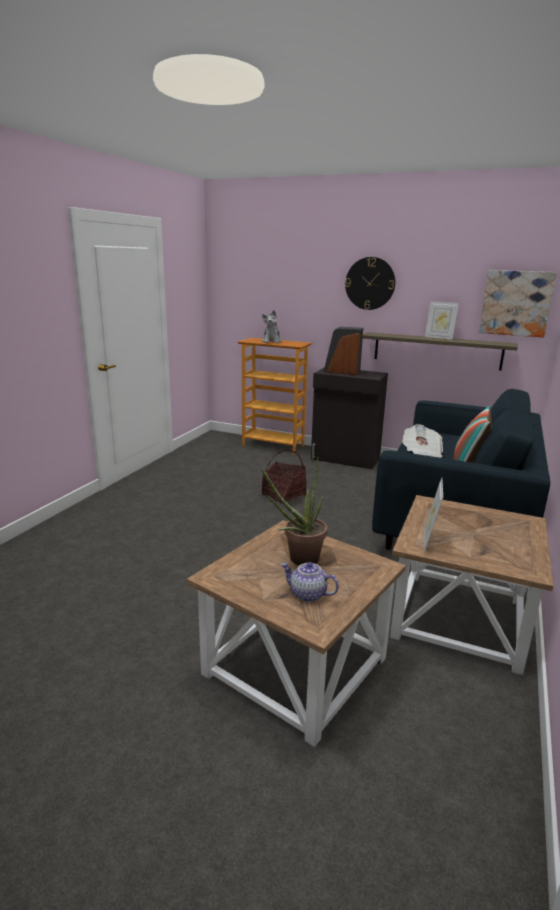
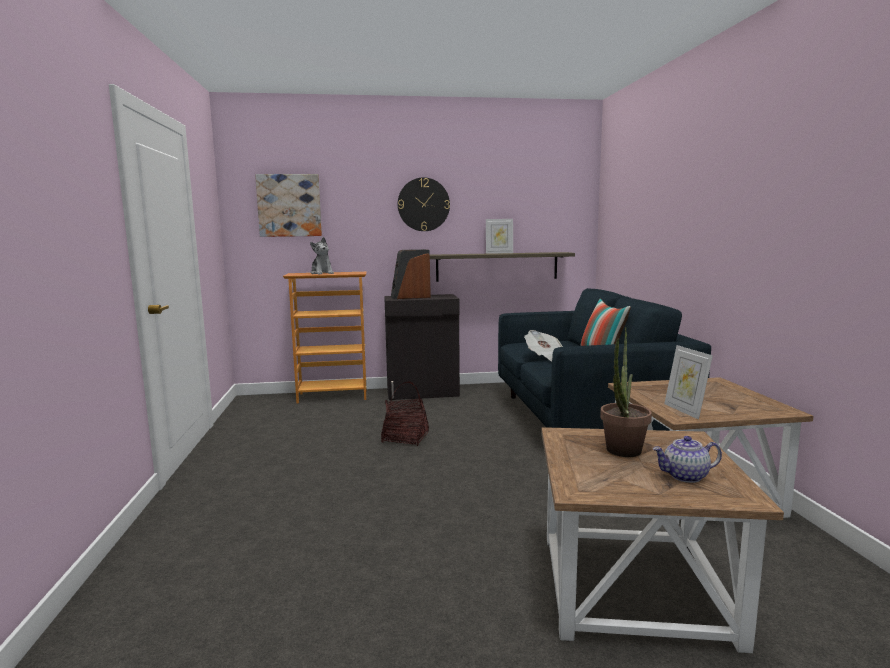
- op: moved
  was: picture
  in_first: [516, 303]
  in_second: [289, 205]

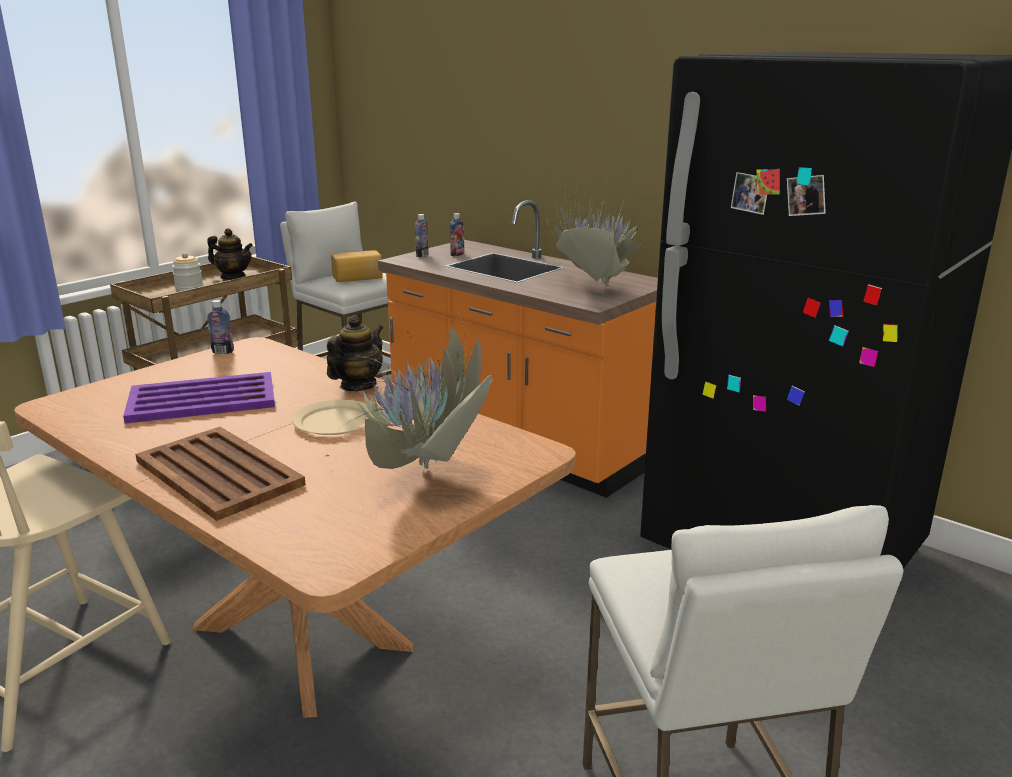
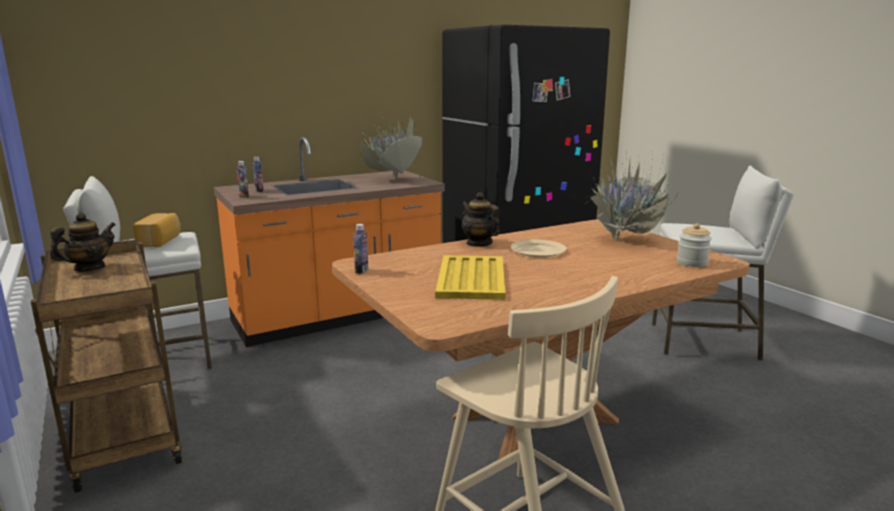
- op: moved
  was: jar
  in_first: [189, 289]
  in_second: [692, 263]
- op: recoloured
  was: tray in purple
  now: tray in yellow
  in_first: [201, 399]
  in_second: [471, 278]
- op: removed
  was: tray in brown
  in_first: [219, 474]

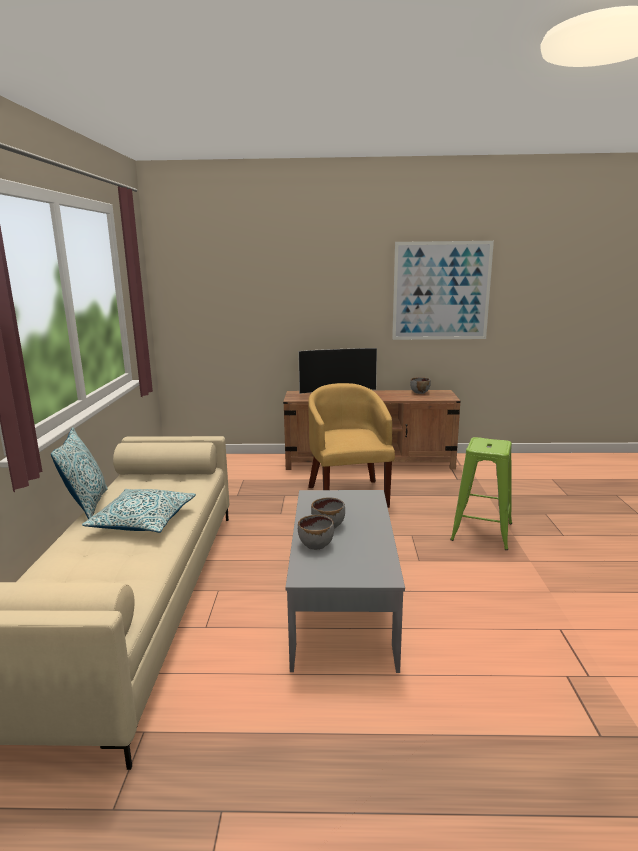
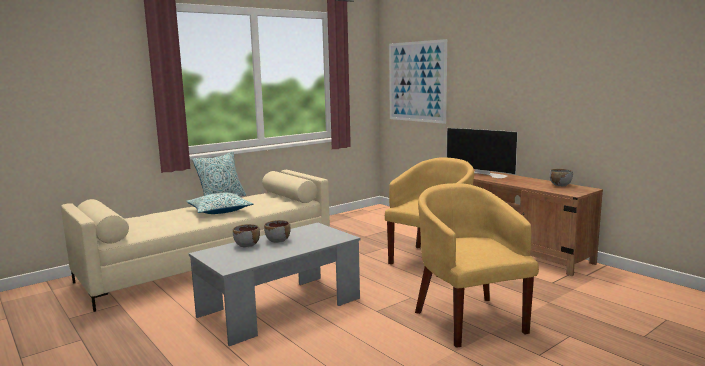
- op: moved
  was: picture
  in_first: [441, 291]
  in_second: [416, 81]
- op: replaced
  was: stool in green
  now: armchair in yellow
  in_first: [481, 532]
  in_second: [469, 319]

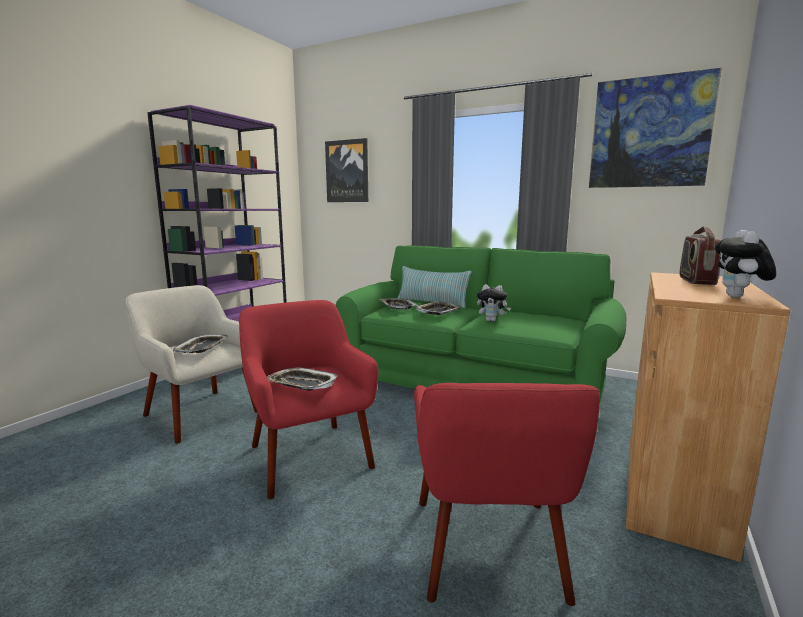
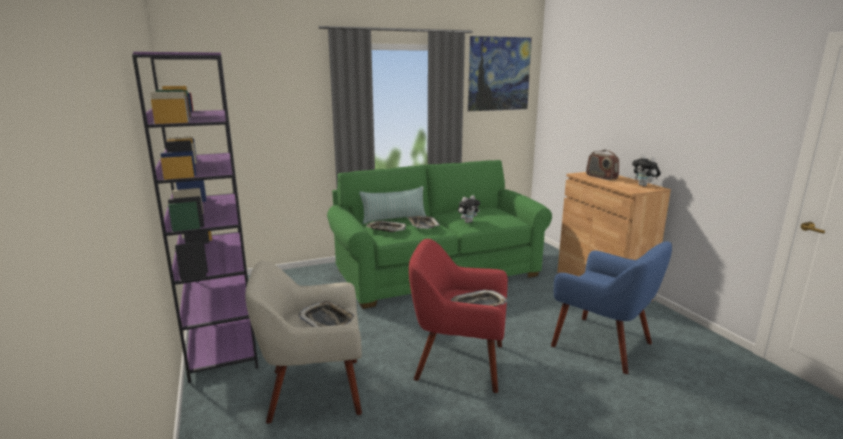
- op: removed
  was: picture
  in_first: [347, 171]
- op: recoloured
  was: armchair in red
  now: armchair in blue
  in_first: [488, 548]
  in_second: [603, 344]

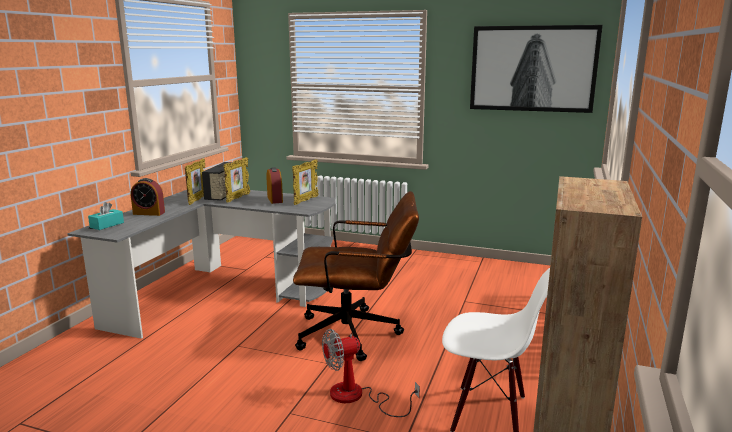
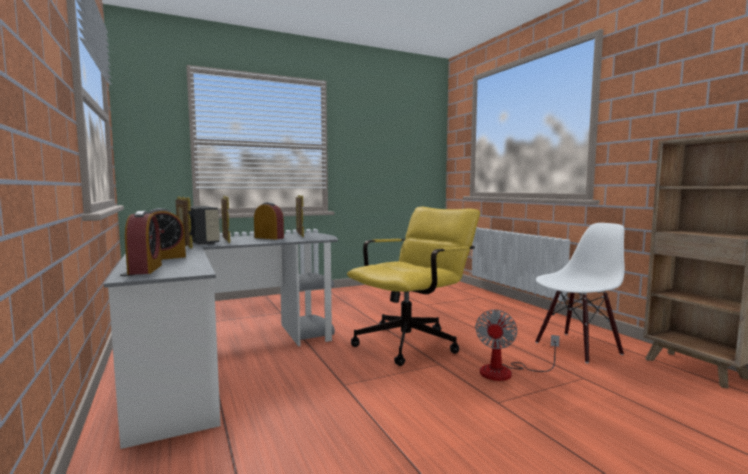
- op: removed
  was: picture
  in_first: [532, 68]
- op: recoloured
  was: office chair in brown
  now: office chair in yellow
  in_first: [357, 334]
  in_second: [413, 341]
- op: replaced
  was: tissue box in turquoise
  now: alarm clock
  in_first: [107, 225]
  in_second: [145, 269]

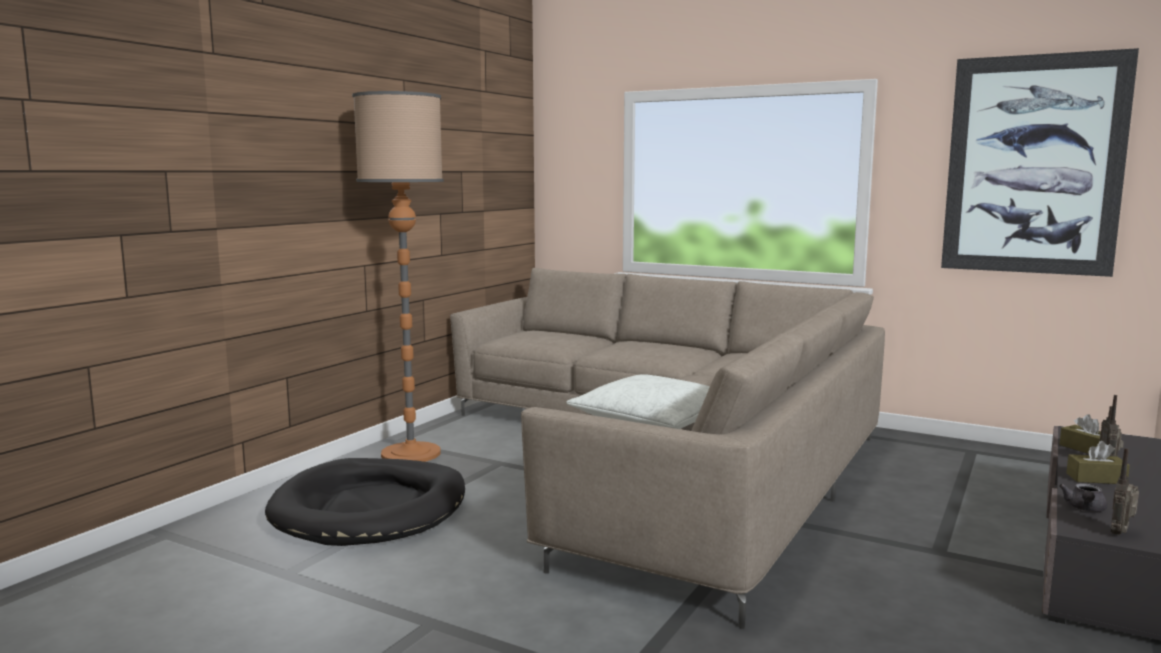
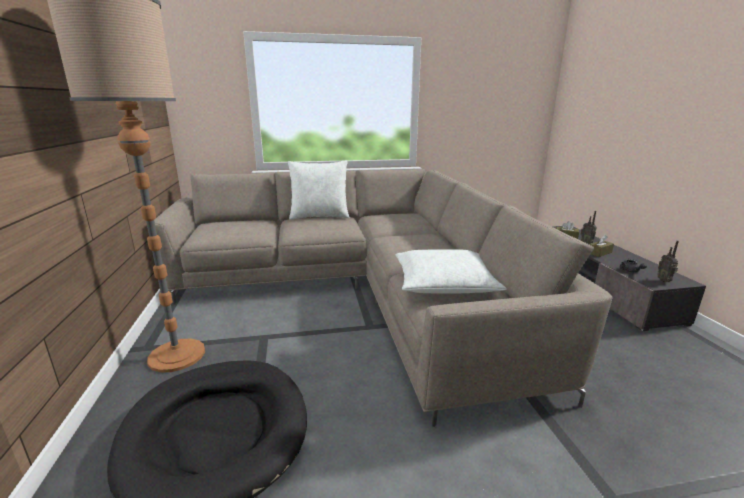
- op: removed
  was: picture
  in_first: [1033, 165]
- op: added
  now: pillow in white
  in_second: [319, 216]

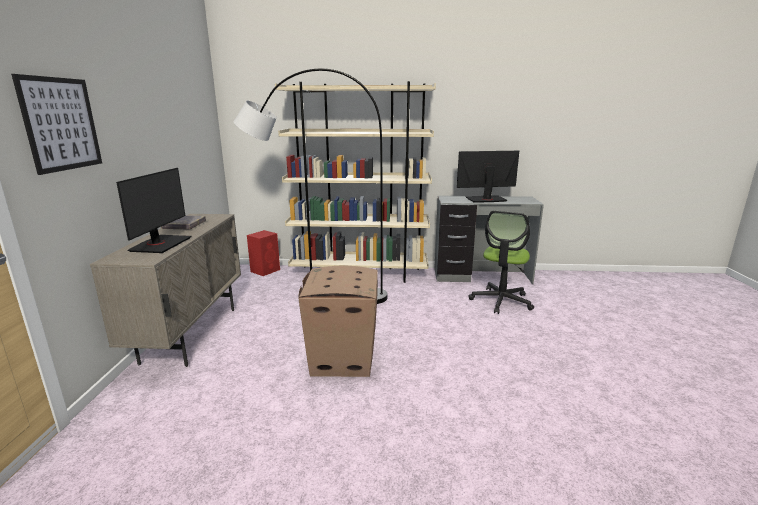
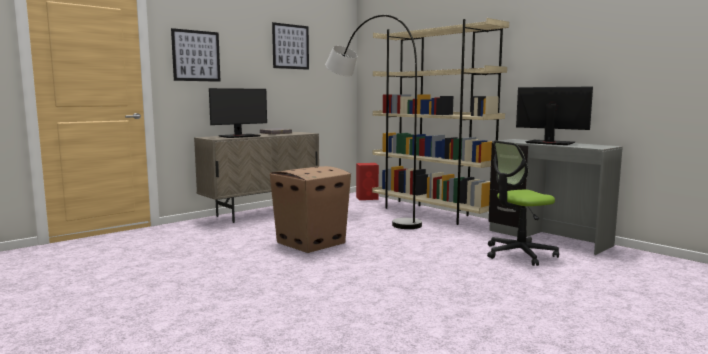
- op: added
  now: picture
  in_second: [290, 46]

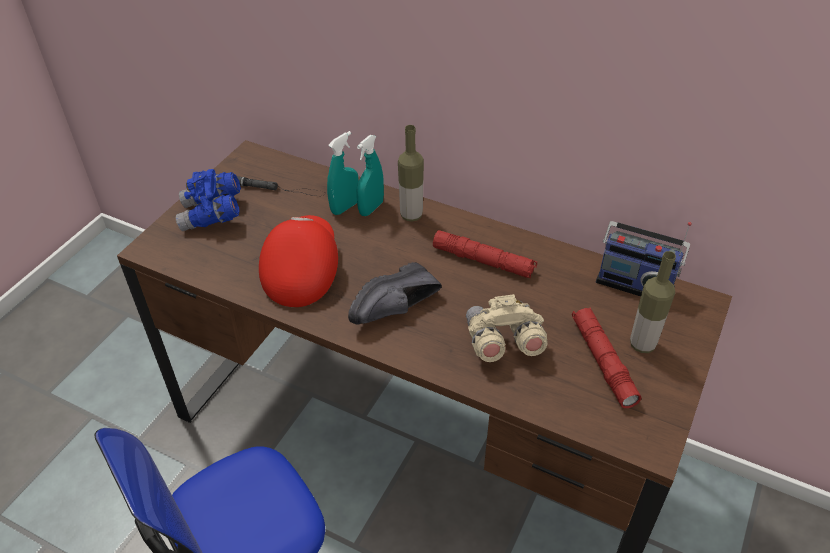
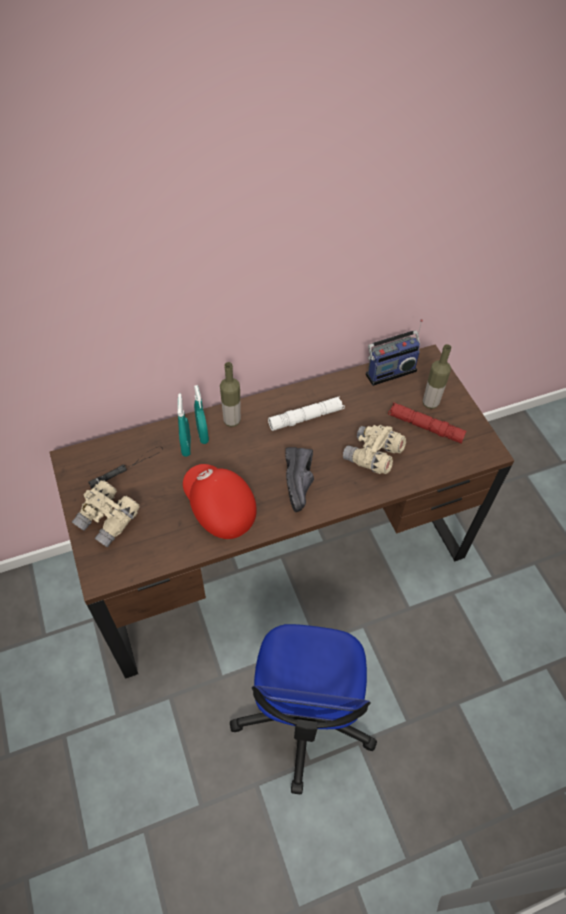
- op: recoloured
  was: binoculars in blue
  now: binoculars in beige
  in_first: [212, 215]
  in_second: [109, 520]
- op: recoloured
  was: flashlight in red
  now: flashlight in white
  in_first: [483, 261]
  in_second: [306, 417]

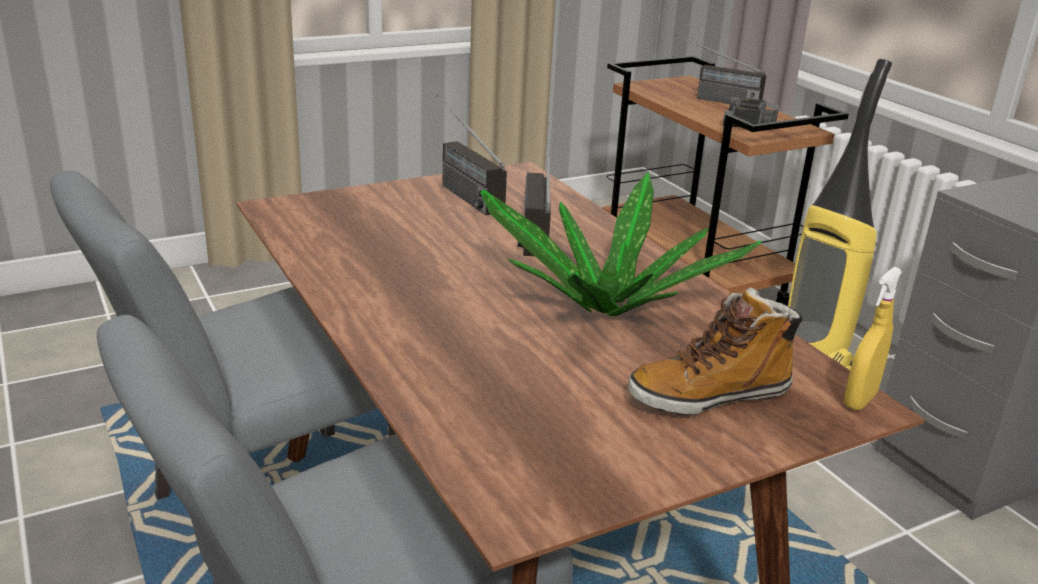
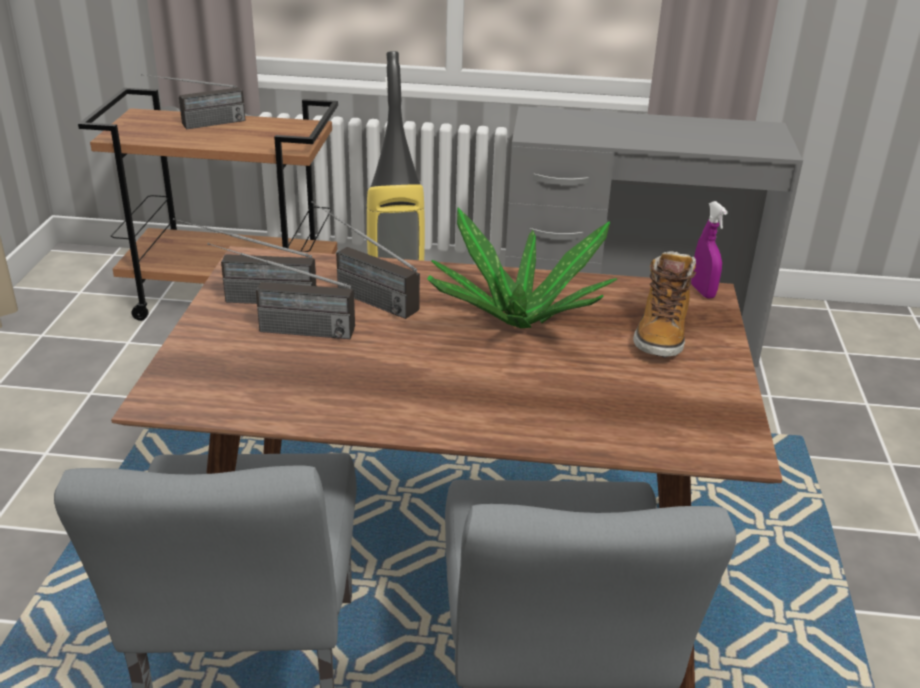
- op: removed
  was: binoculars in black
  in_first: [749, 121]
- op: recoloured
  was: spray bottle in yellow
  now: spray bottle in purple
  in_first: [859, 400]
  in_second: [702, 291]
- op: added
  now: radio
  in_second: [282, 329]

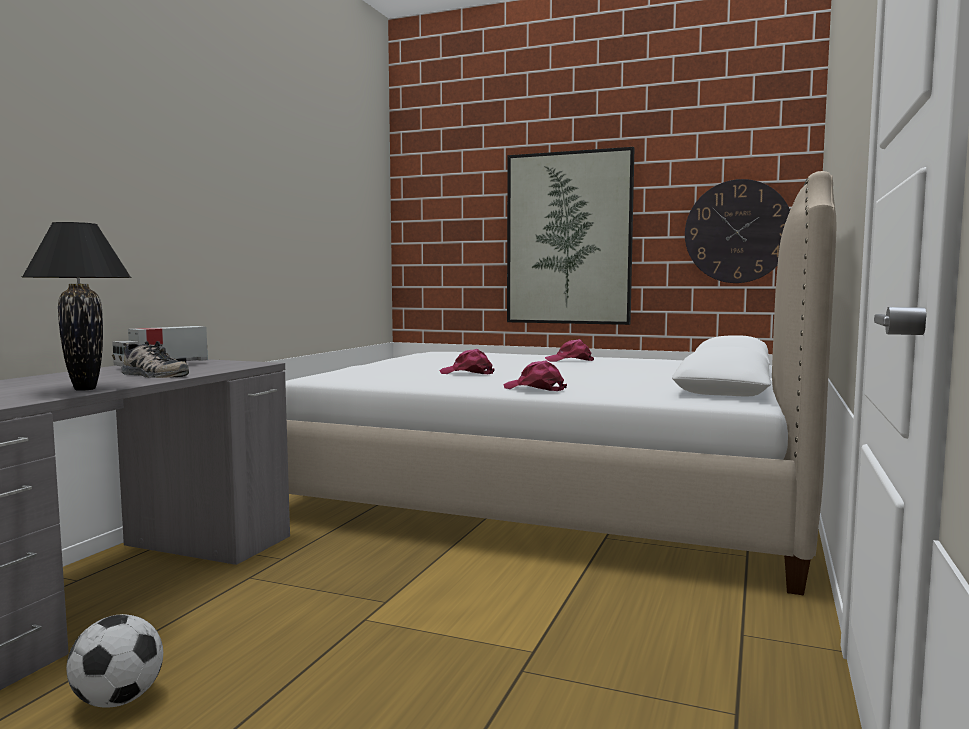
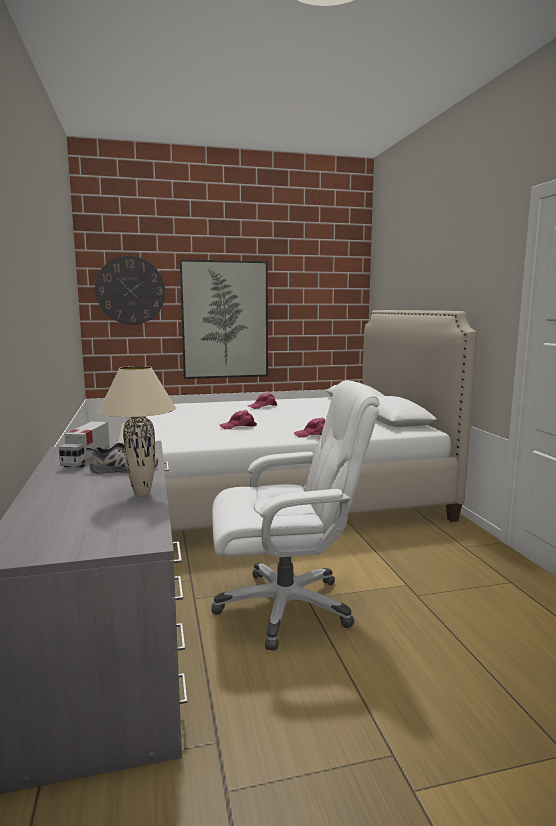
- op: moved
  was: wall clock
  in_first: [737, 231]
  in_second: [130, 290]
- op: recoloured
  was: table lamp in black
  now: table lamp in beige
  in_first: [85, 389]
  in_second: [143, 494]
- op: removed
  was: football
  in_first: [118, 700]
- op: added
  now: office chair in white
  in_second: [286, 606]

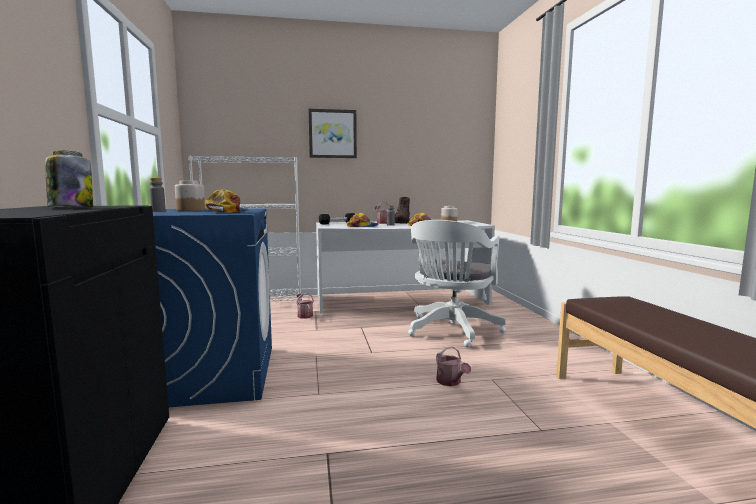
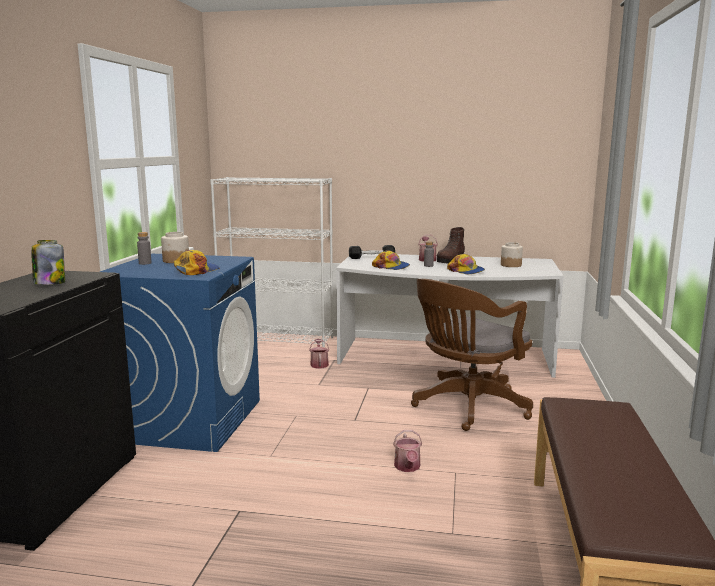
- op: removed
  was: picture
  in_first: [332, 134]
- op: recoloured
  was: office chair in white
  now: office chair in brown
  in_first: [451, 331]
  in_second: [467, 407]

